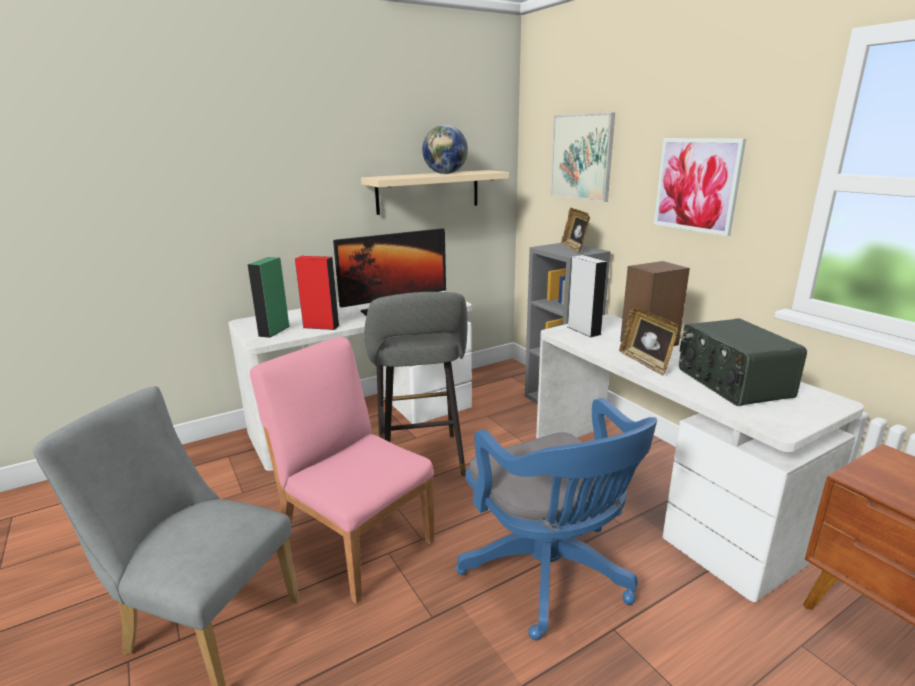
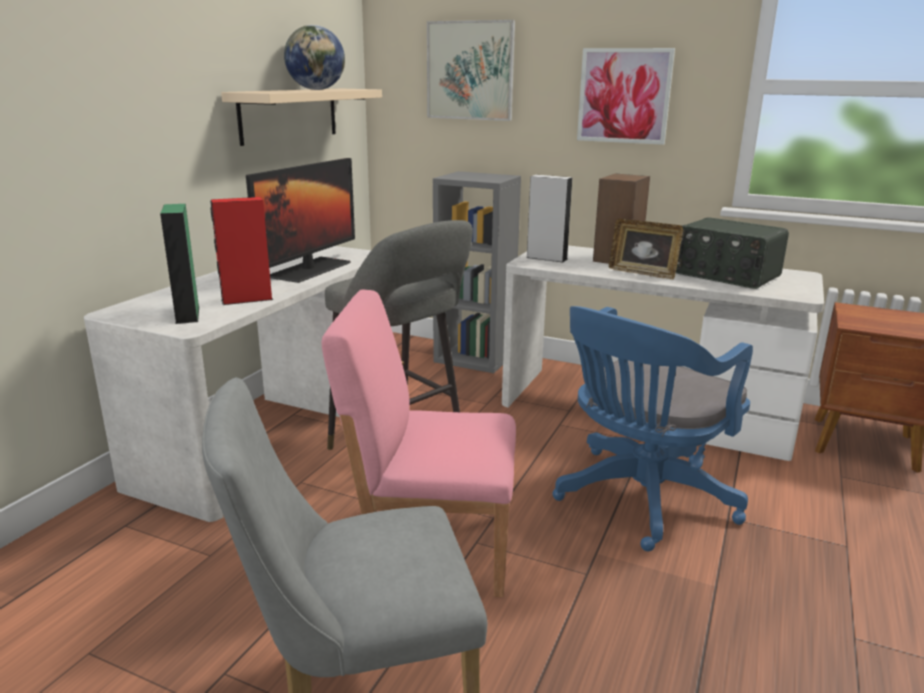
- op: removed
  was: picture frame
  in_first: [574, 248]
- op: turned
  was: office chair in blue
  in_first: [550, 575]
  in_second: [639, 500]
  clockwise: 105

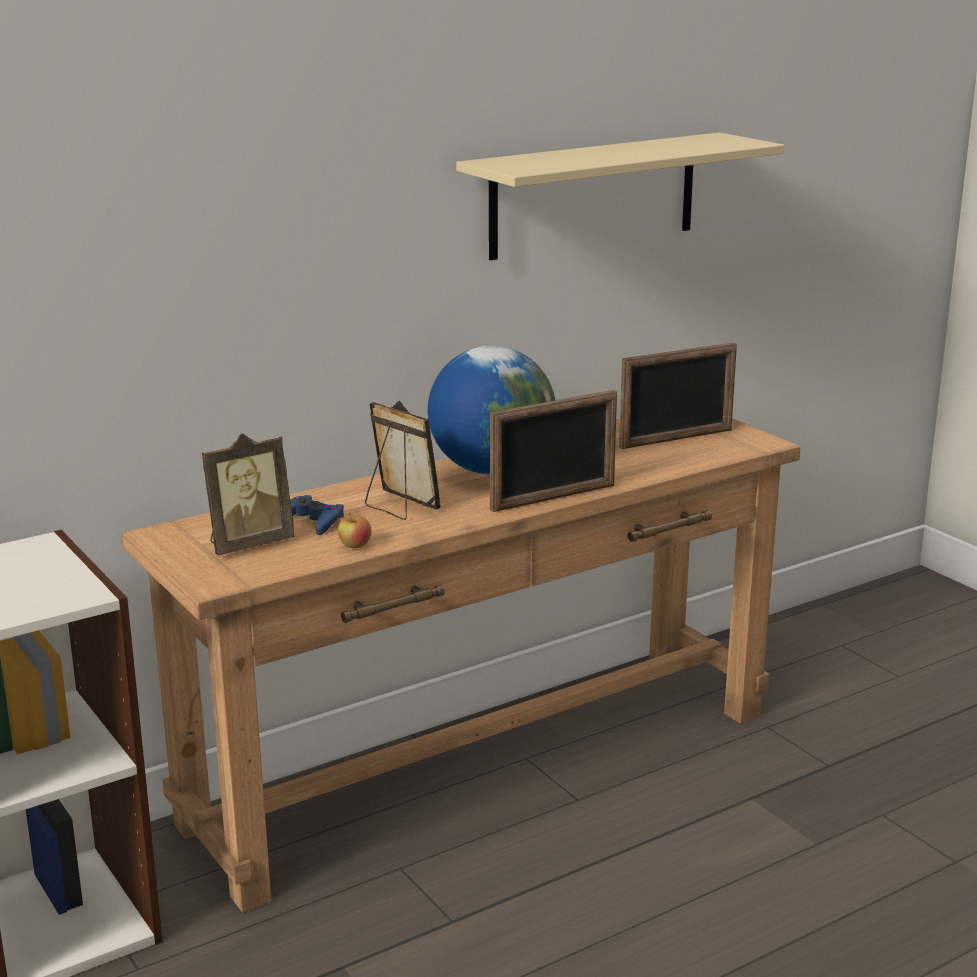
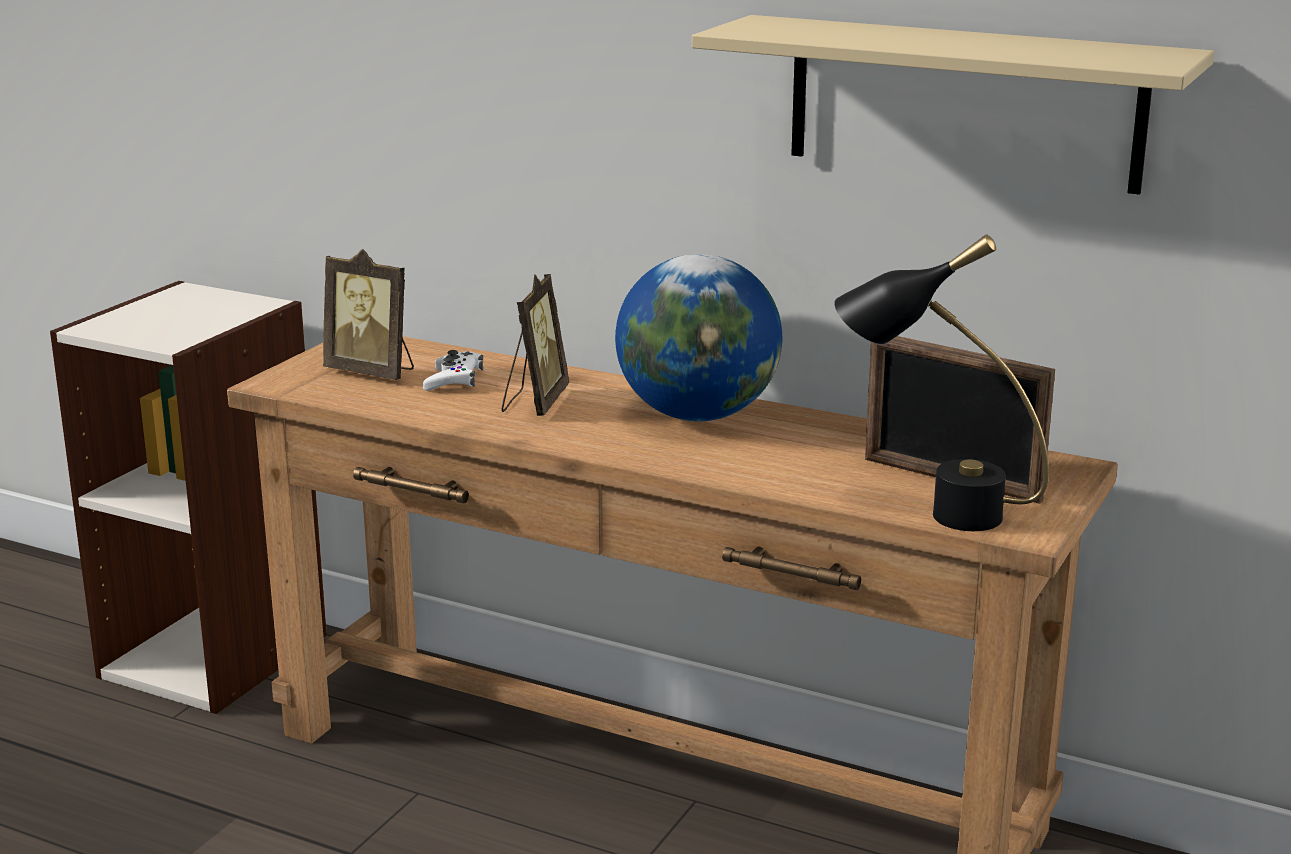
- op: removed
  was: picture frame
  in_first: [553, 498]
- op: recoloured
  was: game controller in blue
  now: game controller in white
  in_first: [311, 521]
  in_second: [454, 380]
- op: removed
  was: apple
  in_first: [355, 546]
- op: added
  now: table lamp in black
  in_second: [933, 511]

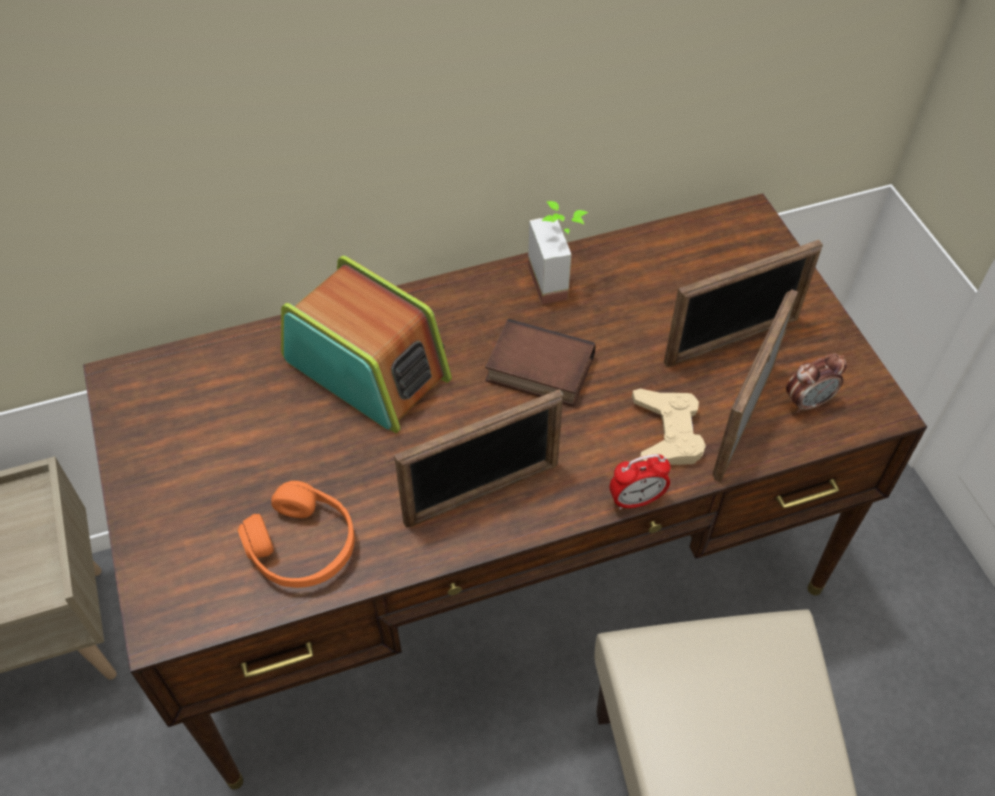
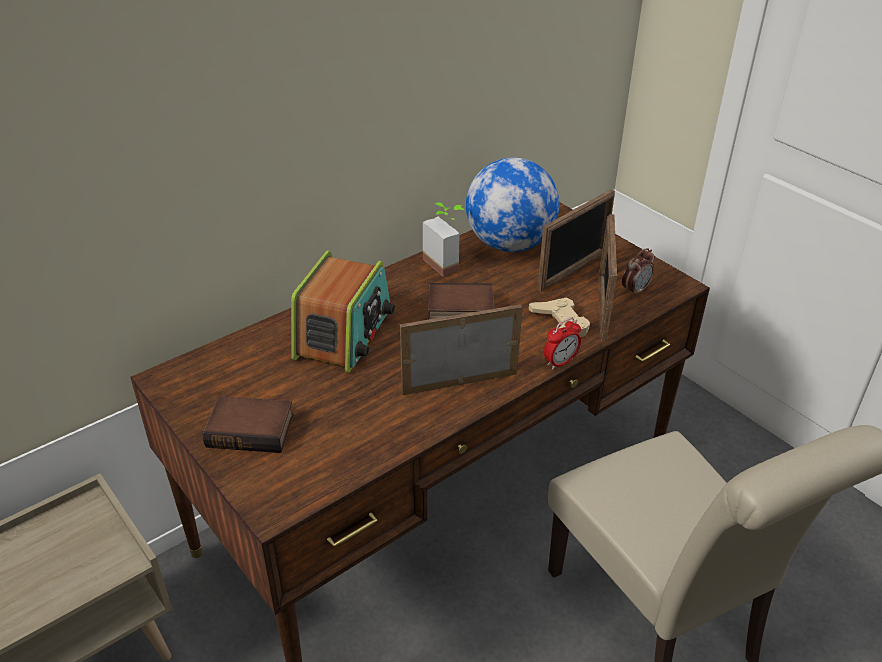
- op: turned
  was: radio
  in_first: [367, 368]
  in_second: [344, 333]
  clockwise: 90
- op: turned
  was: picture frame
  in_first: [482, 493]
  in_second: [459, 382]
  clockwise: -150
- op: removed
  was: headphones in orange
  in_first: [302, 546]
- op: added
  now: globe
  in_second: [509, 244]
- op: added
  now: book
  in_second: [252, 429]

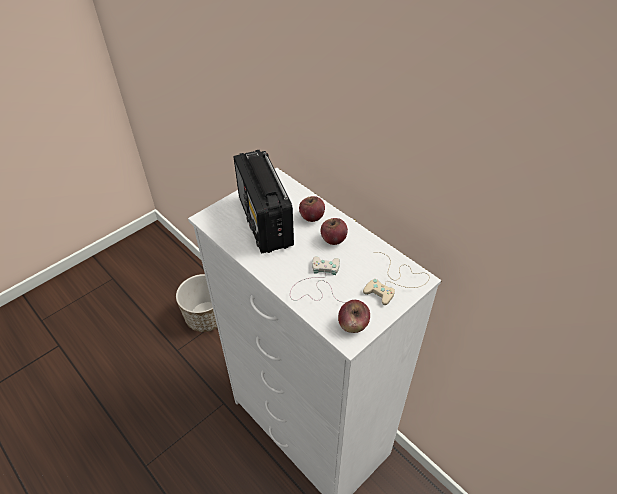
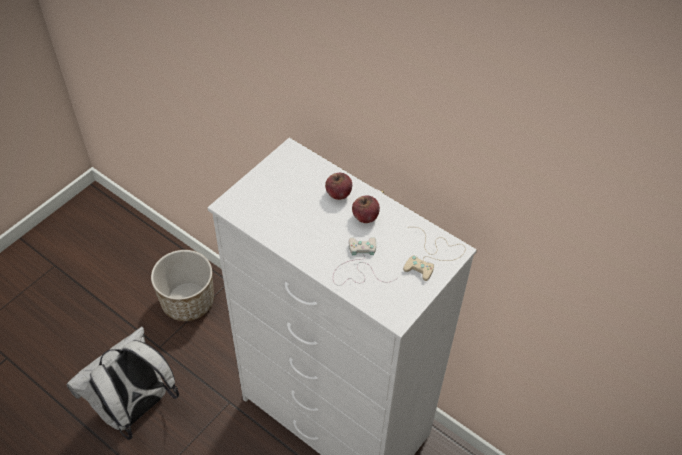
- op: removed
  was: radio
  in_first: [265, 222]
- op: removed
  was: apple
  in_first: [353, 325]
- op: added
  now: backpack in white
  in_second: [135, 410]

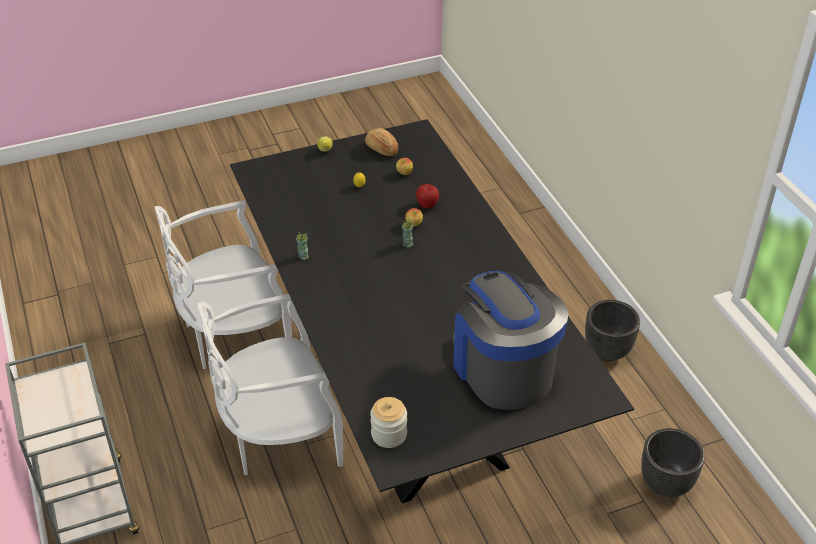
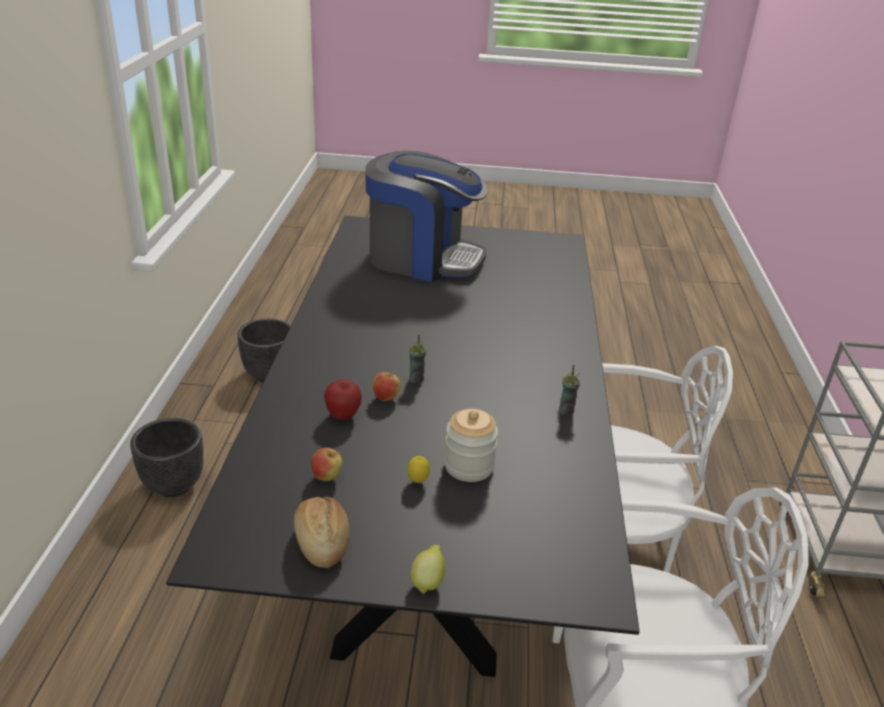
- op: turned
  was: coffee machine
  in_first: [502, 369]
  in_second: [423, 258]
  clockwise: -75
- op: moved
  was: jar
  in_first: [389, 434]
  in_second: [469, 466]

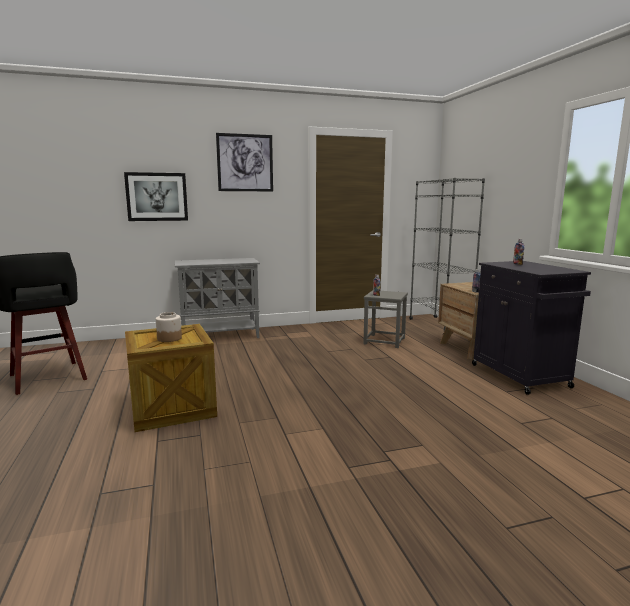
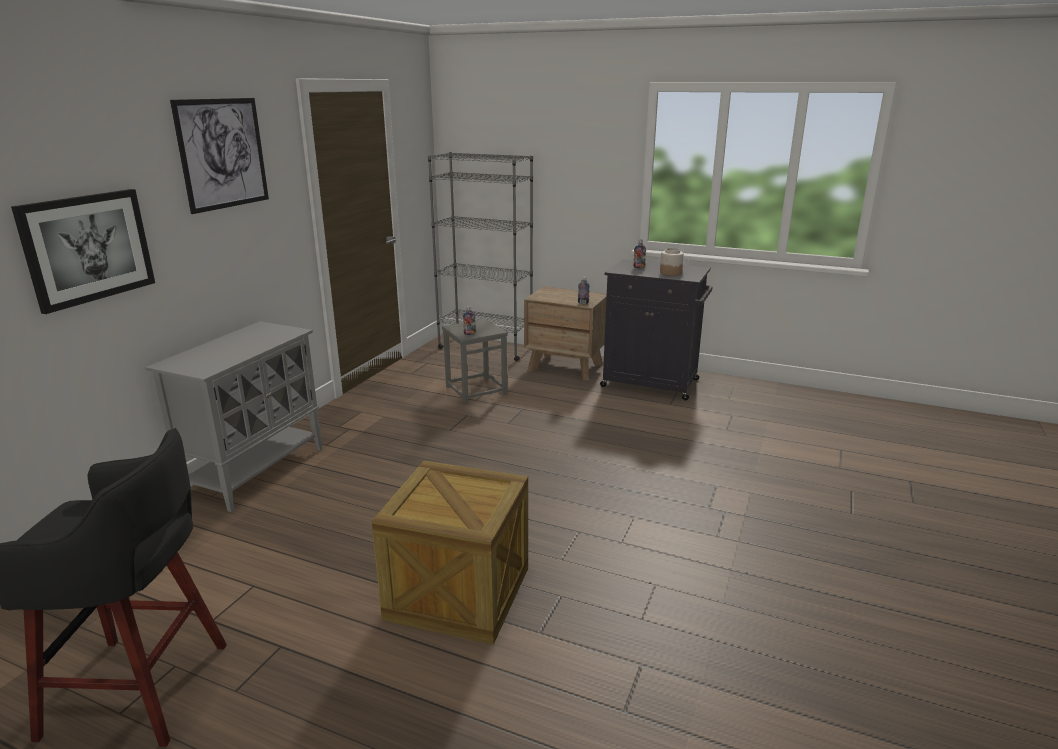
- op: moved
  was: jar
  in_first: [169, 338]
  in_second: [670, 273]

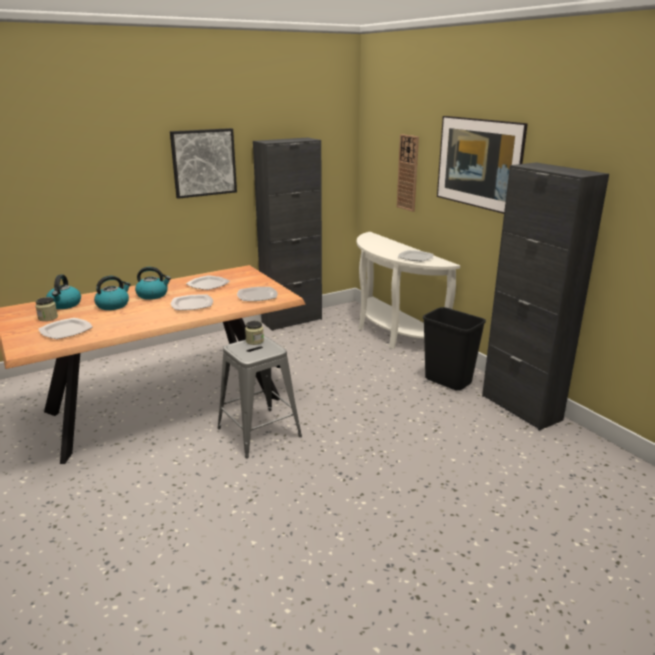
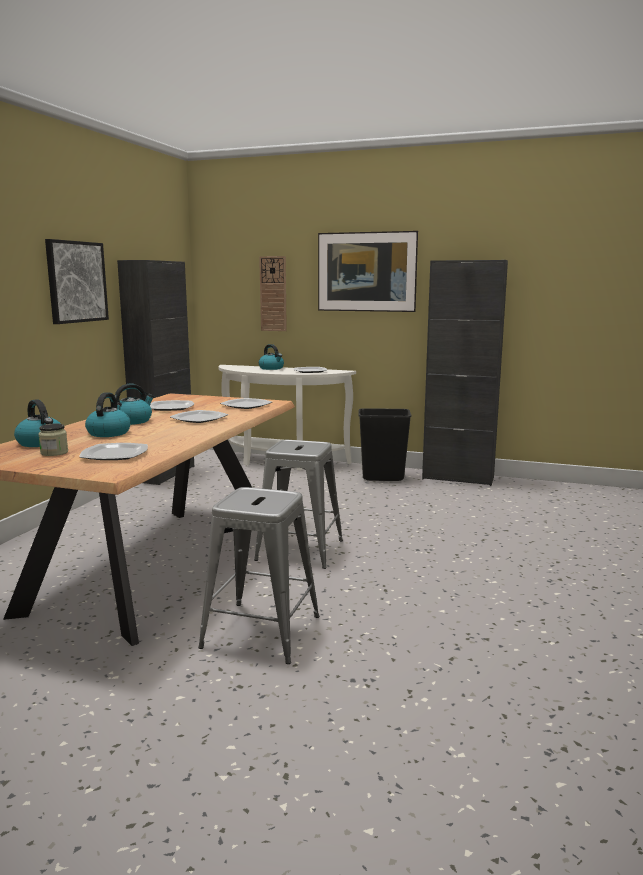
- op: removed
  was: jar
  in_first: [254, 341]
- op: added
  now: kettle
  in_second: [271, 368]
- op: added
  now: stool in grey
  in_second: [261, 631]

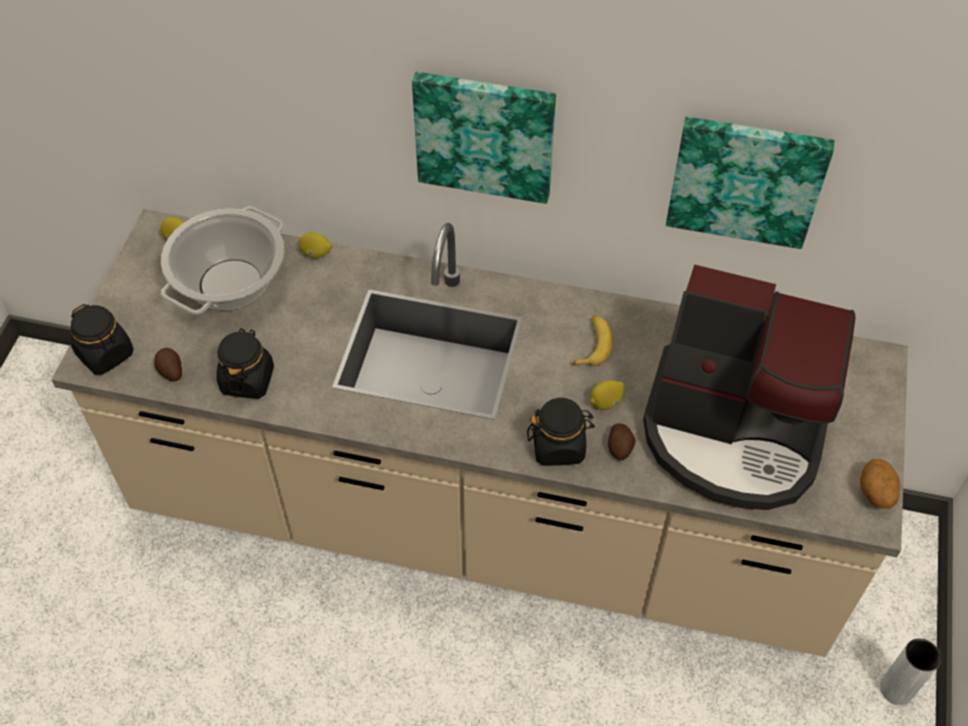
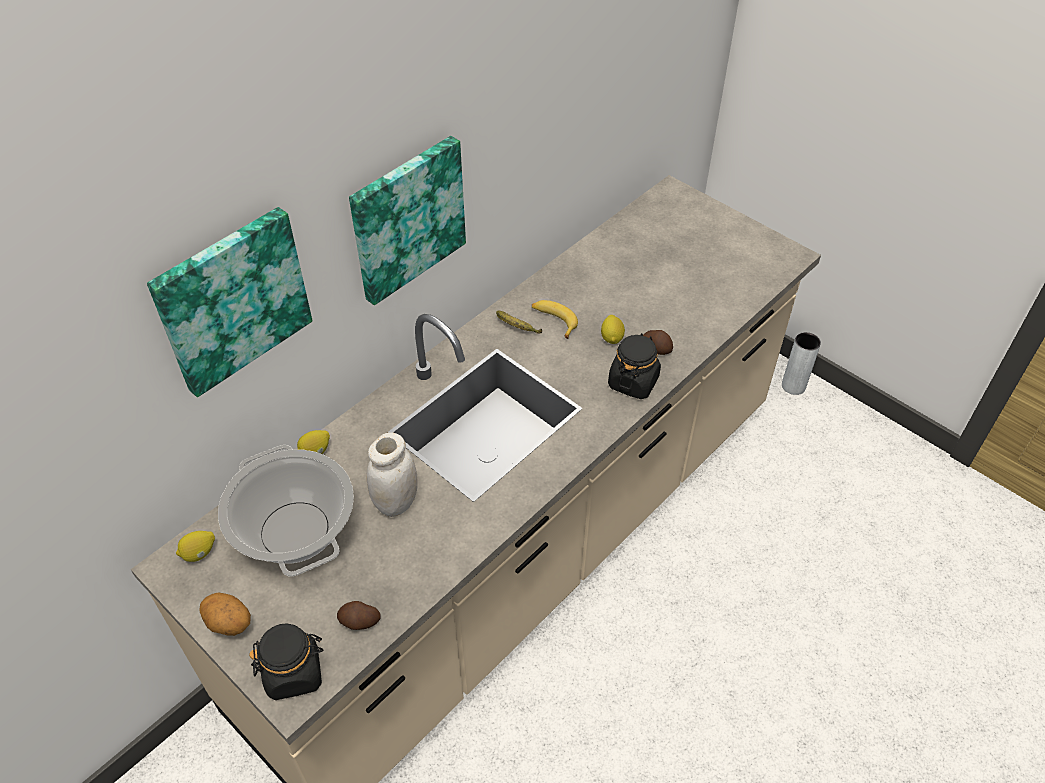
- op: moved
  was: picture
  in_first: [746, 179]
  in_second: [232, 299]
- op: removed
  was: coffee machine
  in_first: [734, 432]
- op: removed
  was: jar in black
  in_first: [247, 379]
- op: moved
  was: potato
  in_first: [874, 493]
  in_second: [229, 624]
- op: added
  now: banana
  in_second: [517, 327]
- op: added
  now: jar in white
  in_second: [396, 502]

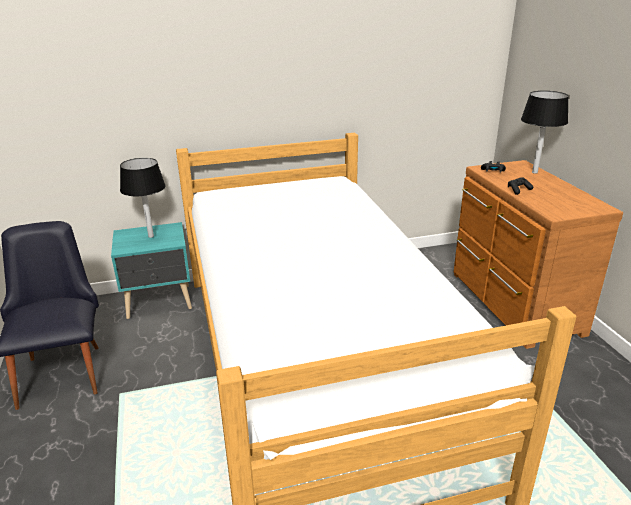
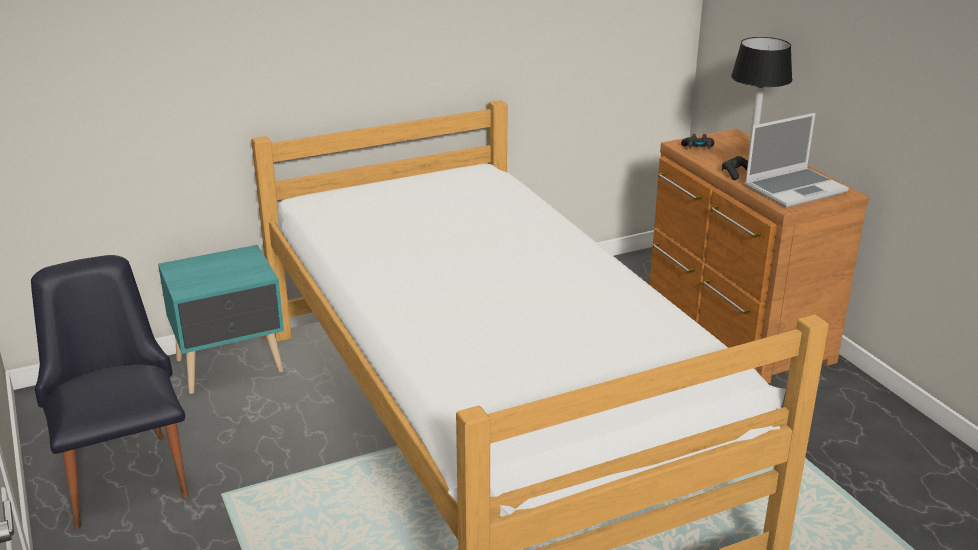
- op: removed
  was: table lamp in black
  in_first: [151, 236]
- op: added
  now: laptop
  in_second: [795, 189]

